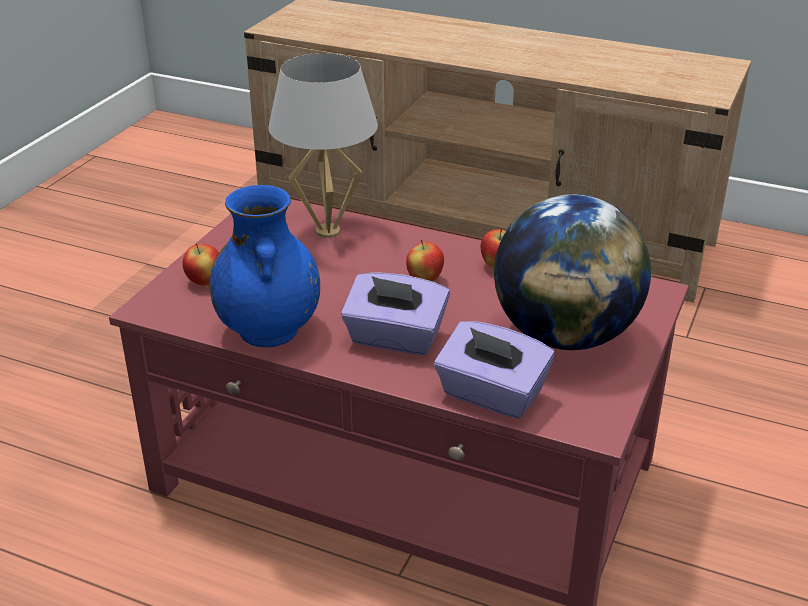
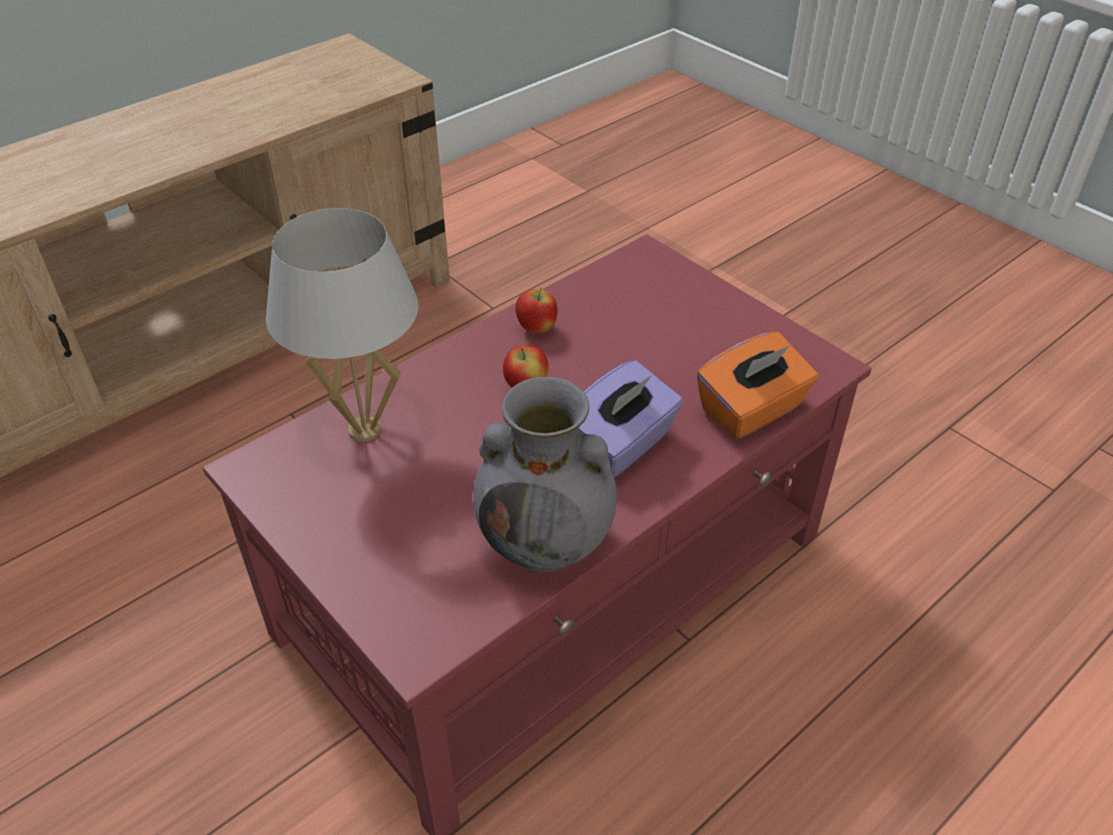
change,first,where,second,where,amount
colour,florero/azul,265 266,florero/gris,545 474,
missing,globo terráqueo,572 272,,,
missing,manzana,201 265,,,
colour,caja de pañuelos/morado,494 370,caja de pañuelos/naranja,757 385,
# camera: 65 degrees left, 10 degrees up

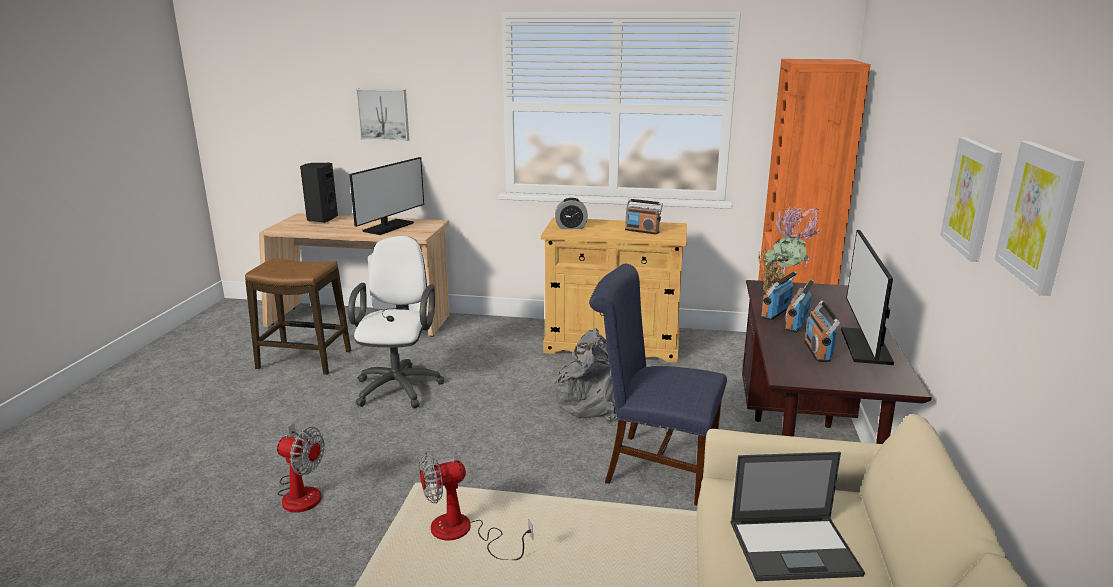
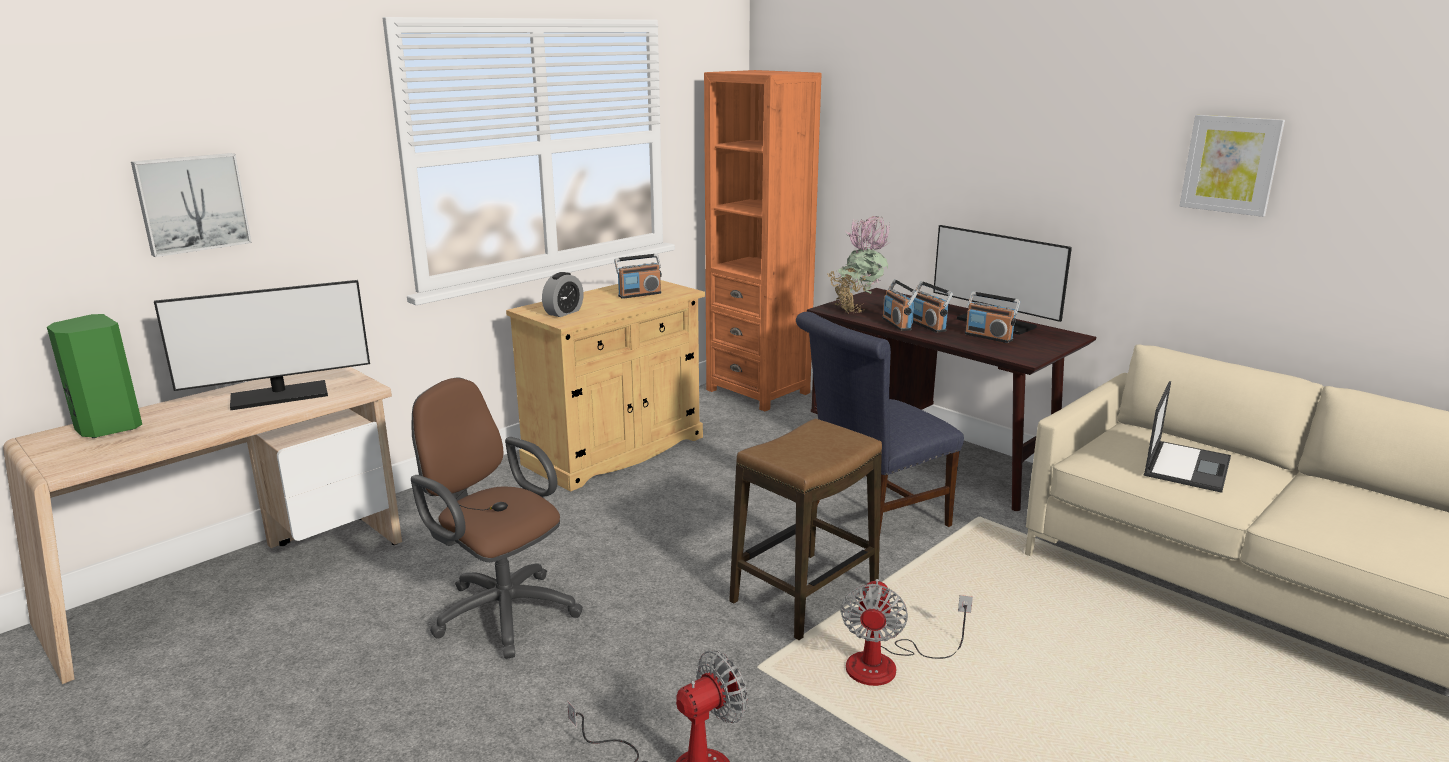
change,first,where,second,where,amount
missing,cuadro,971 199,,,
spun,monitor,386 196,,262 345,90 degrees clockwise
colour,altavoz/negro,319 193,altavoz/verde,94 376,
colour,silla de oficina/blanco,396 322,silla de oficina/marrón,497 518,
relocated,taburete,298 316,,805 529,
missing,mochila/gris,585 374,,,
# camera: 55 degrees left, 0 degrees up

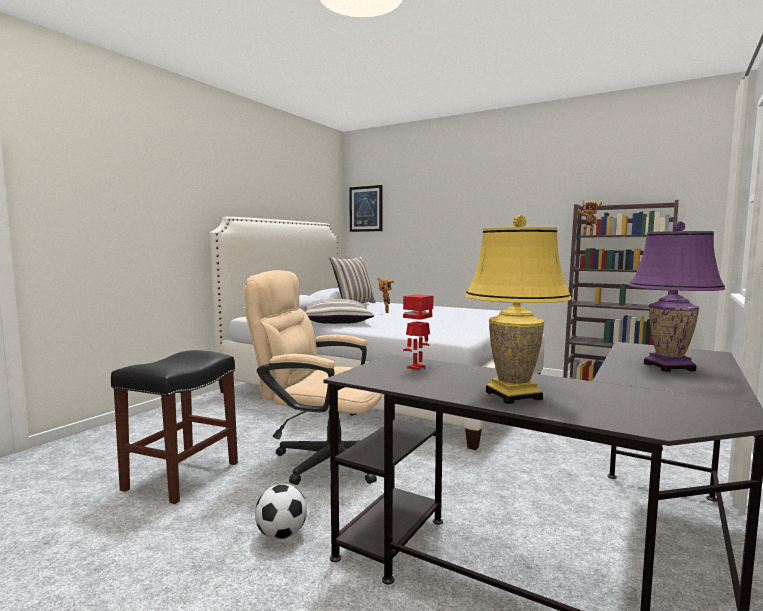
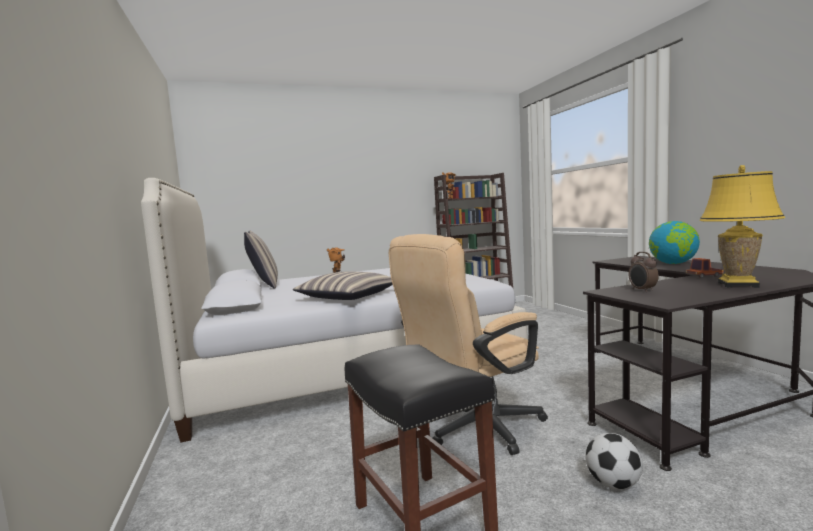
change,first,where,second,where,amount
missing,cuadro,365 208,,,
exchanged,lámpara de mesa/morado,677 296,globo terráqueo,674 242,
exchanged,robot de juguete,418 332,despertador,643 272,
appeared,,,camión de juguete,704 268,
# camera: 50 degrees left, 0 degrees up

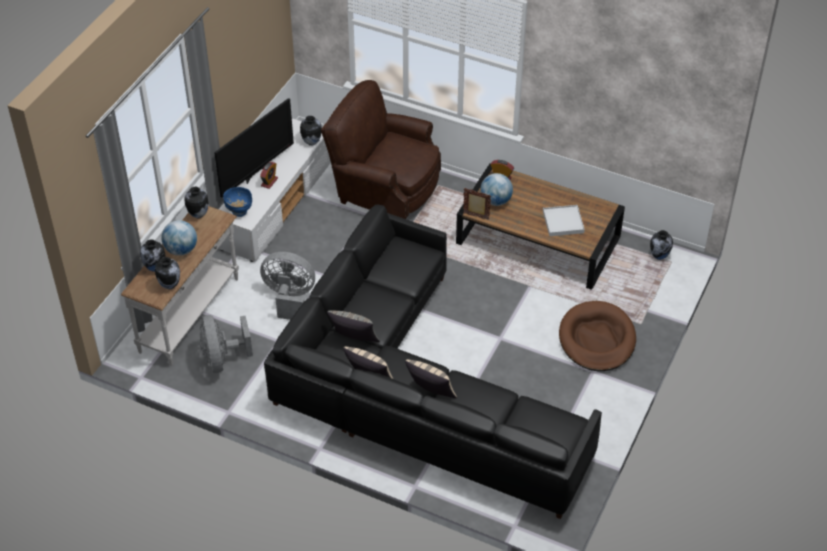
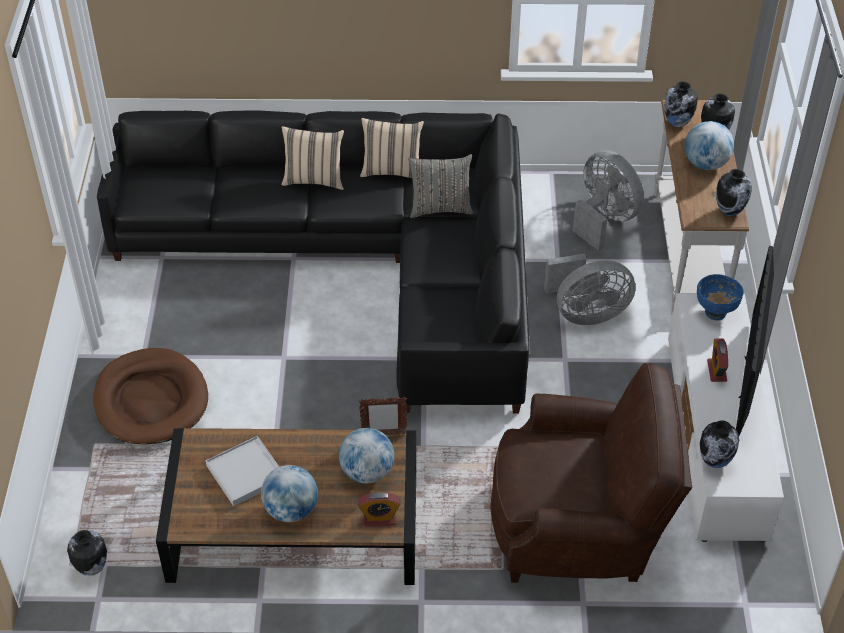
change,first,where,second,where,amount
appeared,,,globo terráqueo,289 493,
# camera: 155 degrees right, 0 degrees up

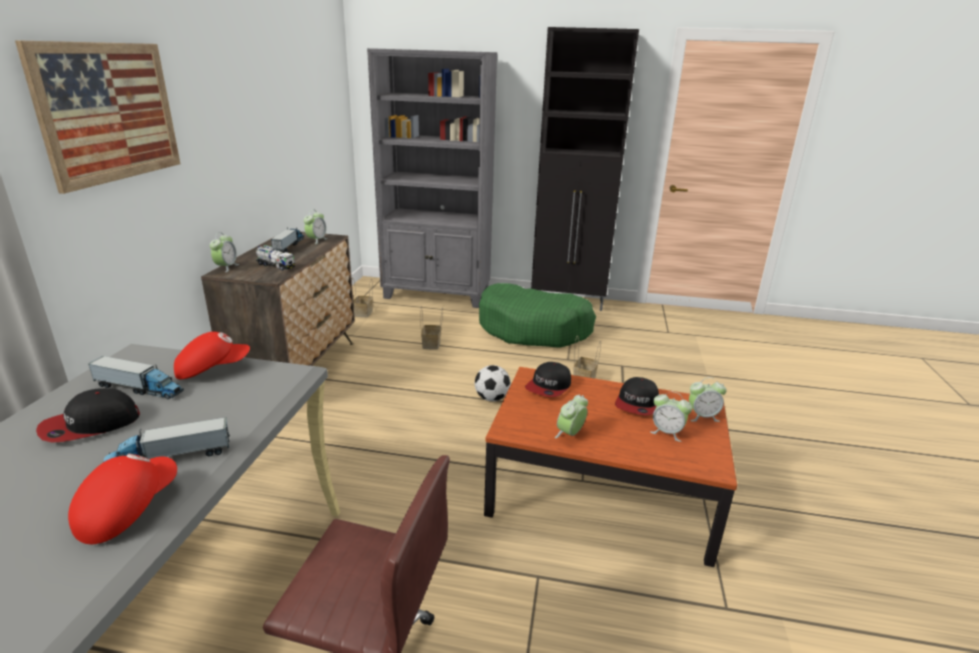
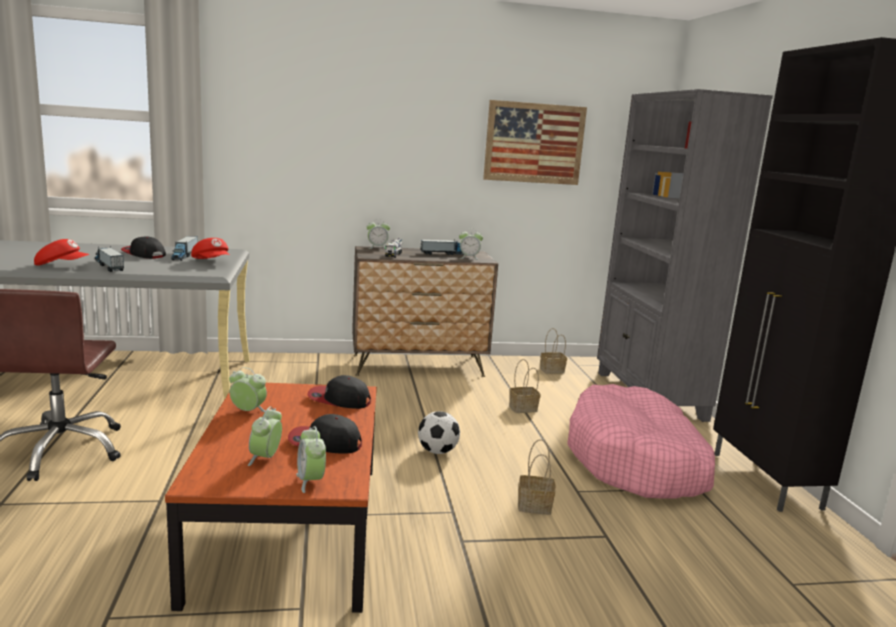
change,first,where,second,where,amount
relocated,cuadro,97 117,,535 142,
colour,cama para perro/verde,537 315,cama para perro/rosa,641 441,
# camera: 70 degrees right, 10 degrees down

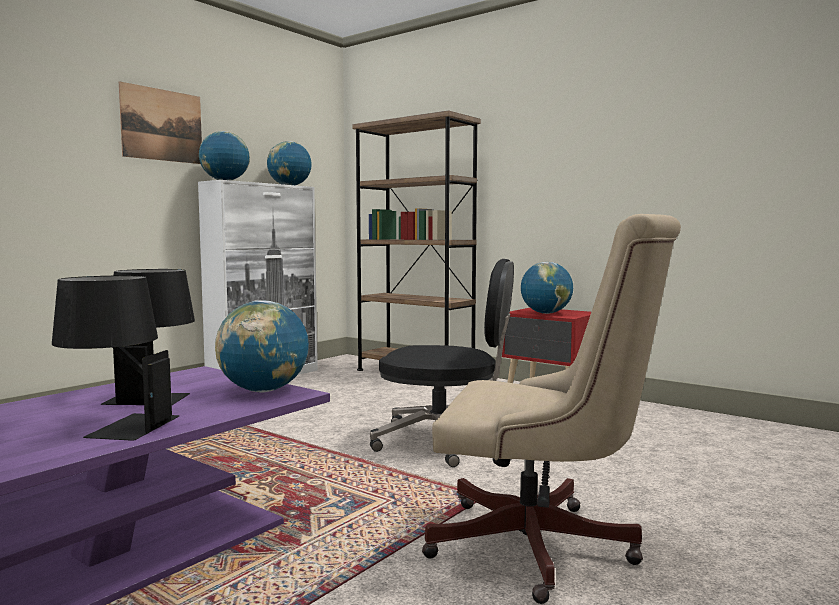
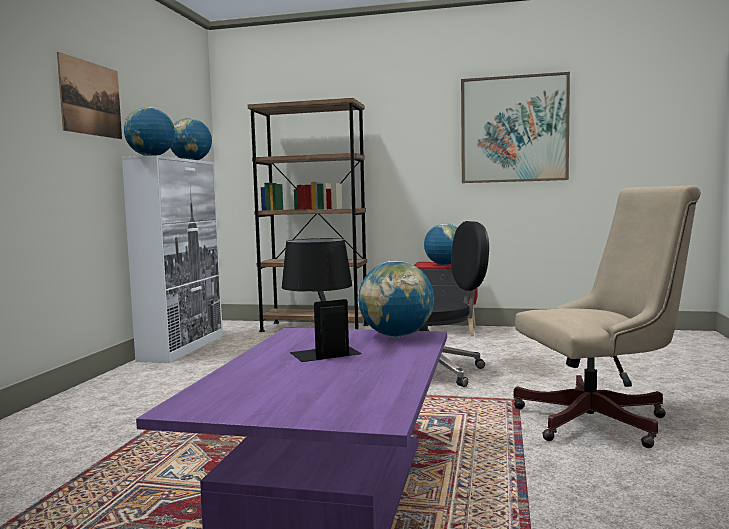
change,first,where,second,where,amount
missing,lámpara de mesa/negro,115 358,,,
appeared,,,cuadro,515 127,
# camera: 25 degrees left, 0 degrees up

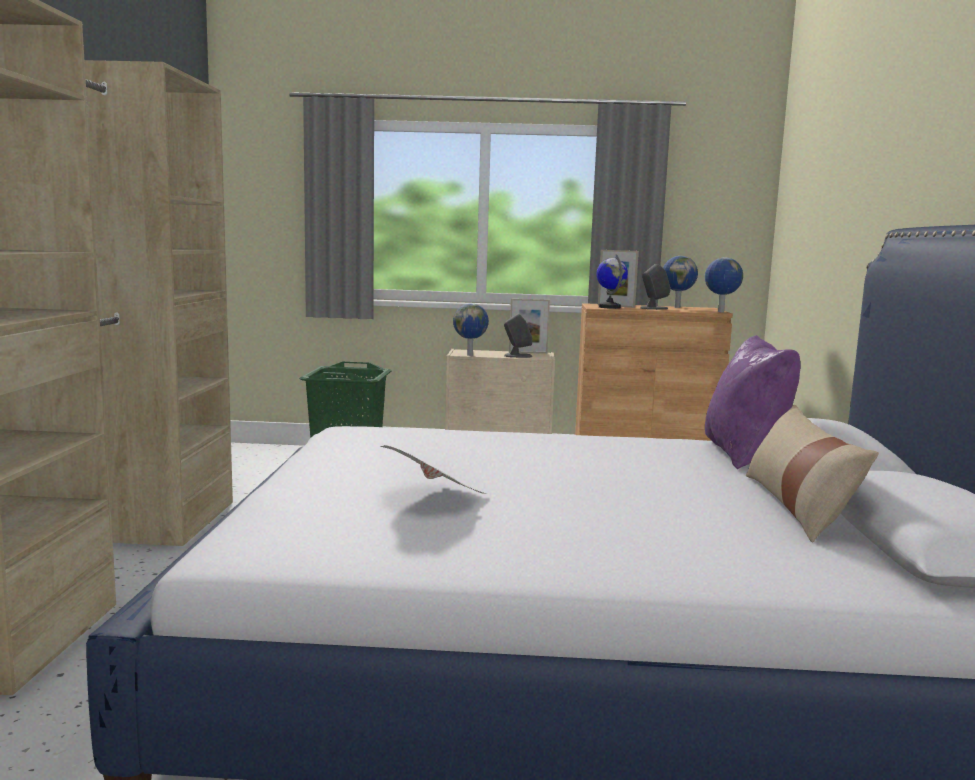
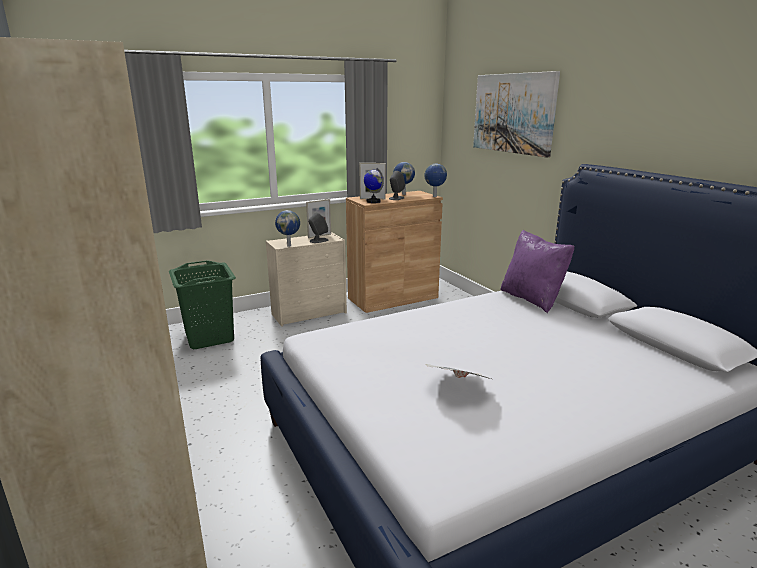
change,first,where,second,where,amount
missing,cojín/beis,812 474,,,
appeared,,,cuadro,516 114,
# camera: 30 degrees left, 10 degrees up

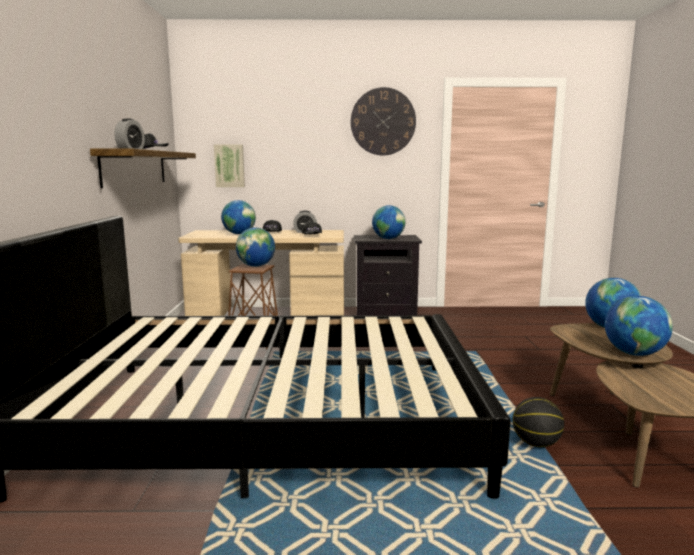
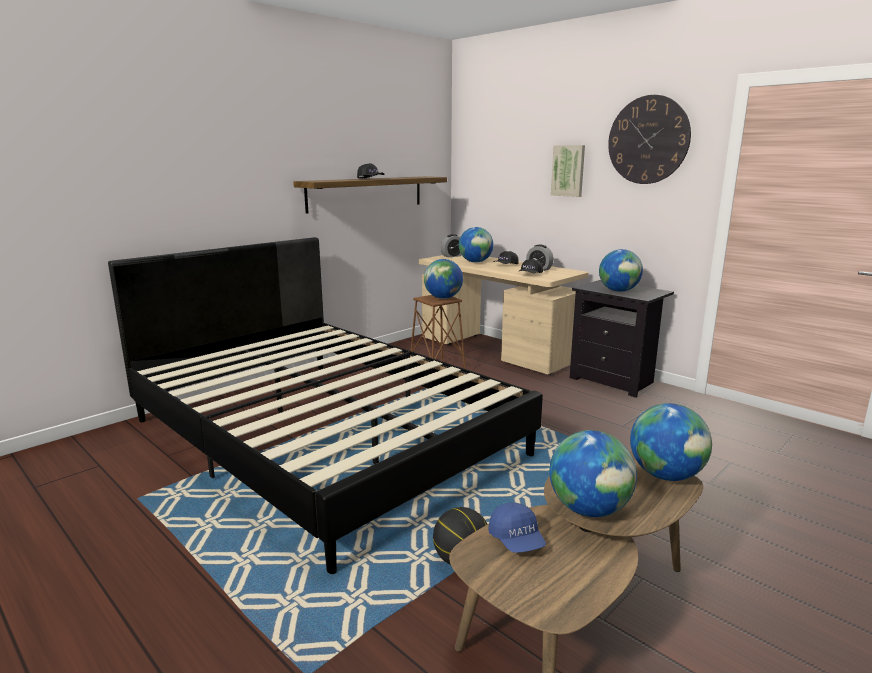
change,first,where,second,where,amount
relocated,despertador,129 133,,451 246,
relocated,cuadro,229 166,,568 171,
appeared,,,gorra/azul,517 527,
# camera: 45 degrees right, 5 degrees up

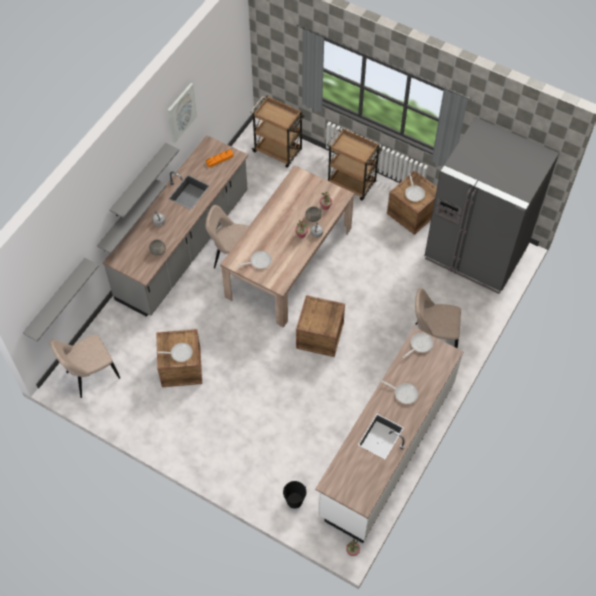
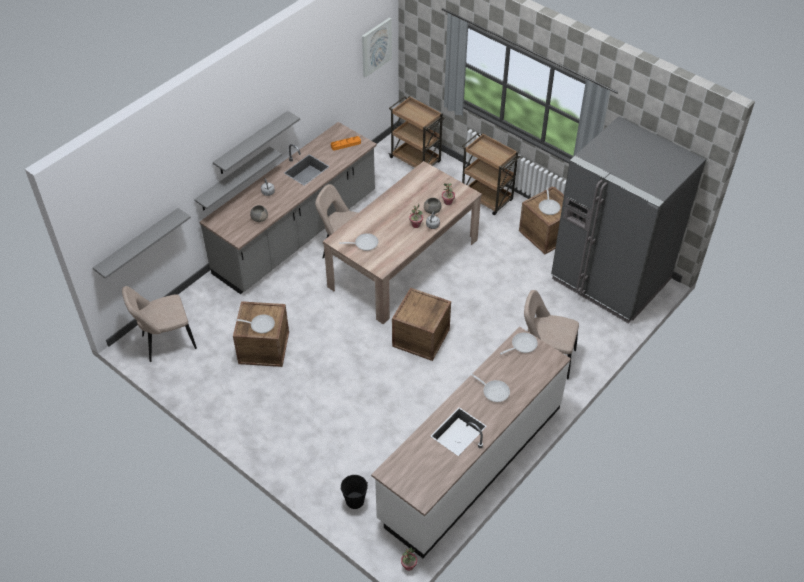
change,first,where,second,where,amount
relocated,cuadro,182 113,,377 48,
# camera: 10 degrees right, 10 degrees down

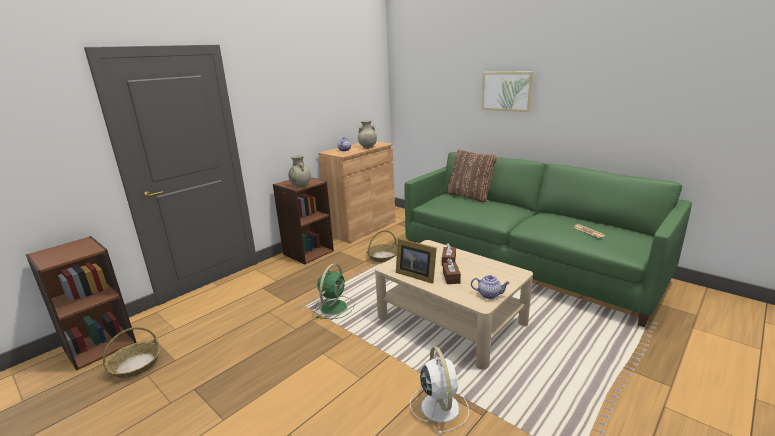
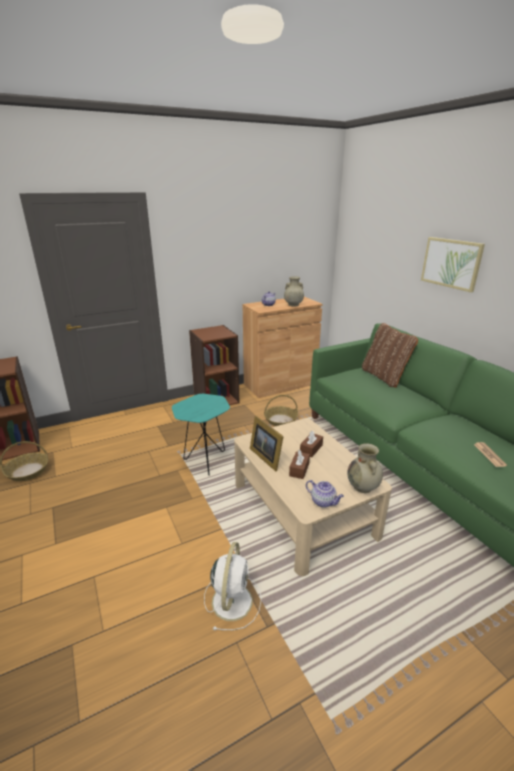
change,first,where,second,where,amount
relocated,florero/beis,300 171,,365 468,
exchanged,ventilador/verde,335 291,mesa auxiliar/turquesa,201 434,
# camera: 20 degrees right, 5 degrees up

